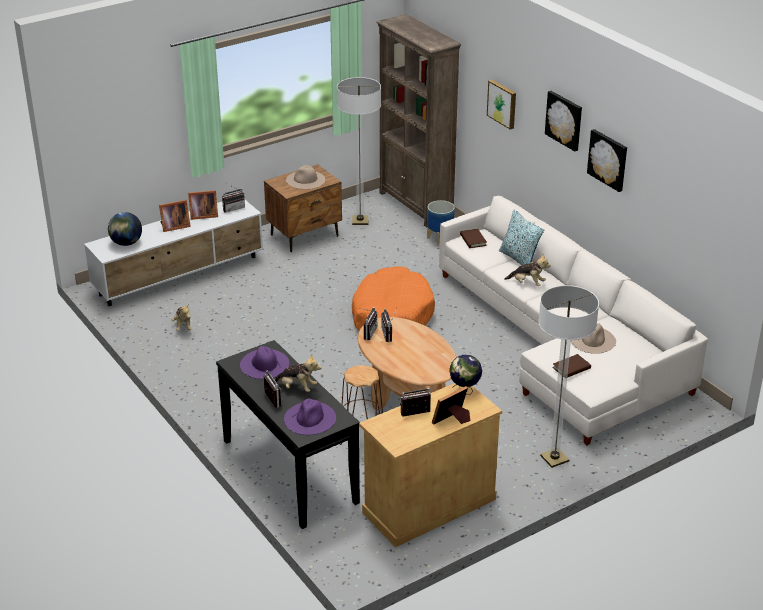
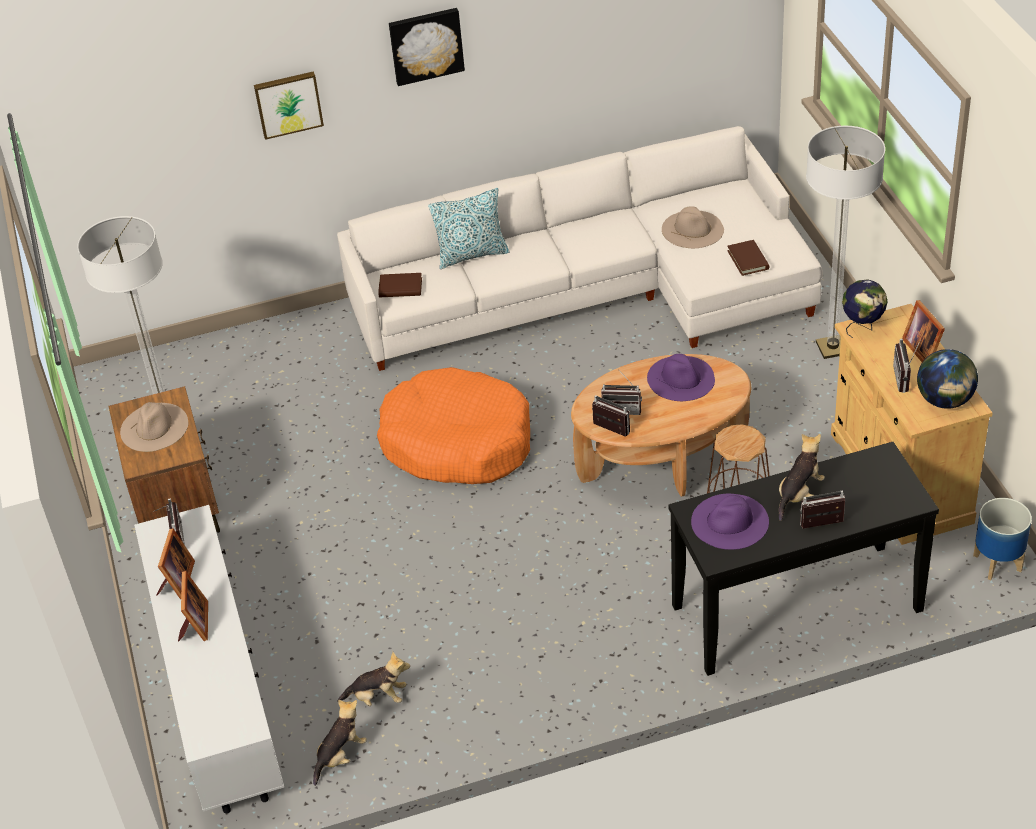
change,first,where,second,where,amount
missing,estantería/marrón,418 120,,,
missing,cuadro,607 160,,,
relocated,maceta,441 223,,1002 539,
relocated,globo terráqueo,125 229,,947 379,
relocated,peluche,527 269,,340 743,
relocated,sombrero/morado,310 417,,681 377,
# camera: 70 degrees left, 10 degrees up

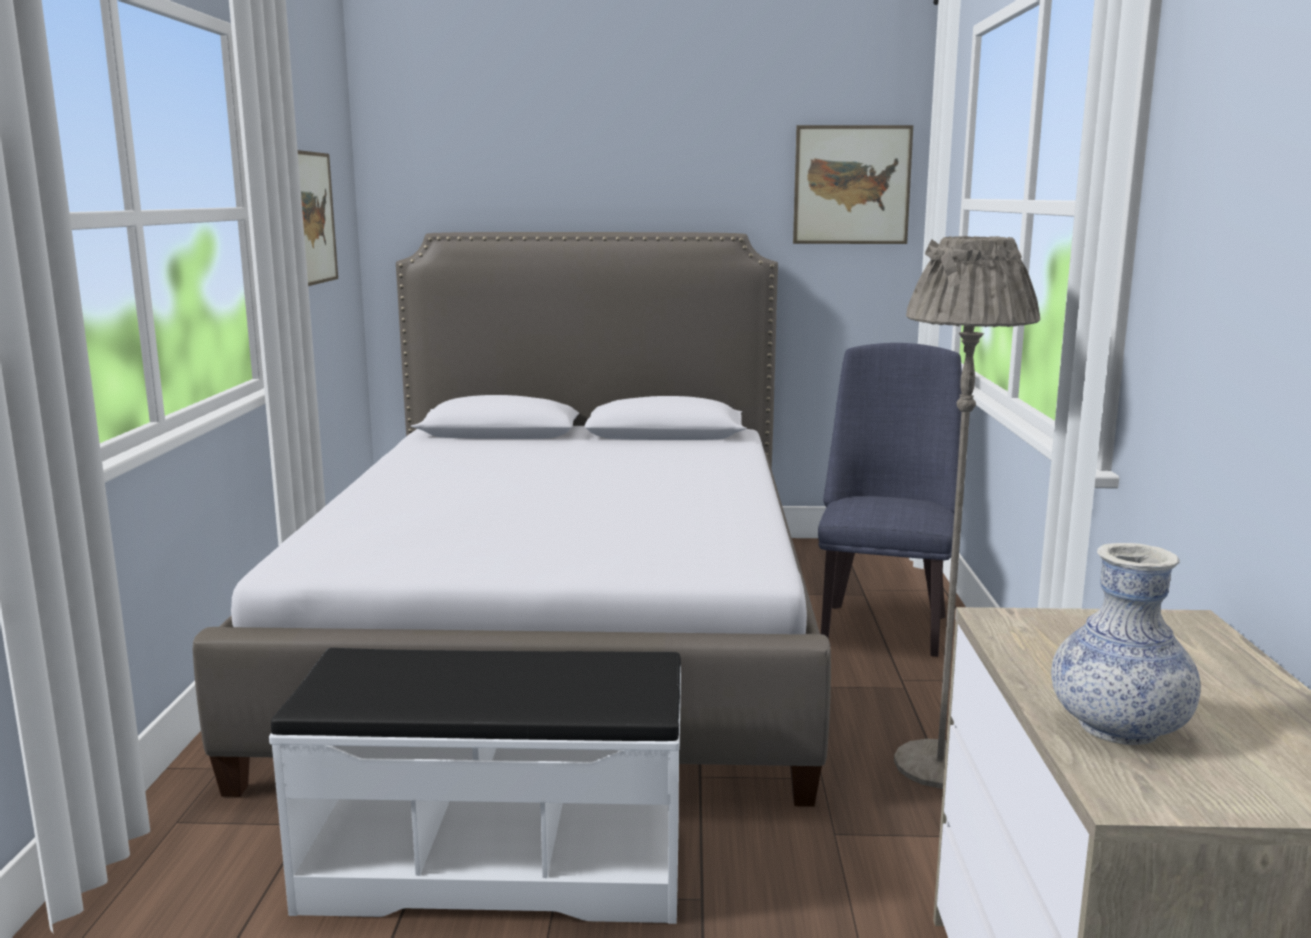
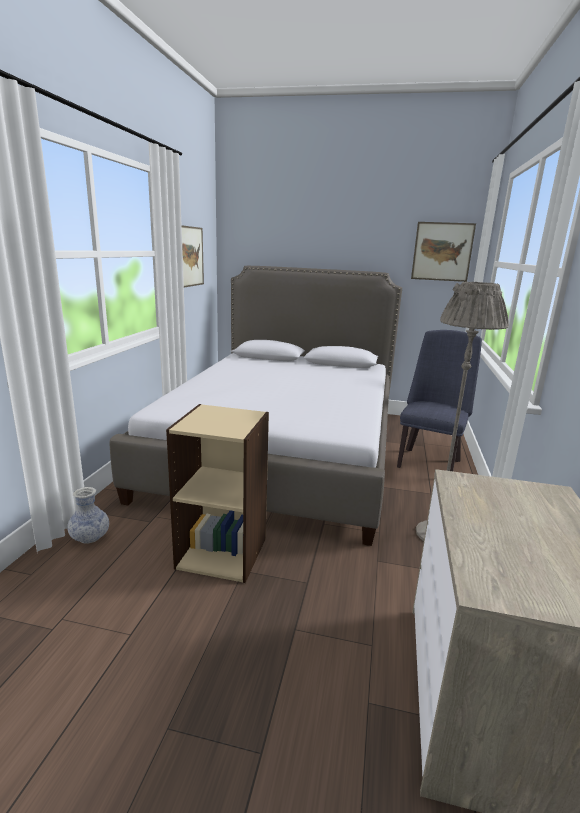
change,first,where,second,where,amount
relocated,florero,1126 644,,88 515,
exchanged,banco/blanco,475 786,estantería/beis,217 493,
# camera: 10 degrees right, 5 degrees up

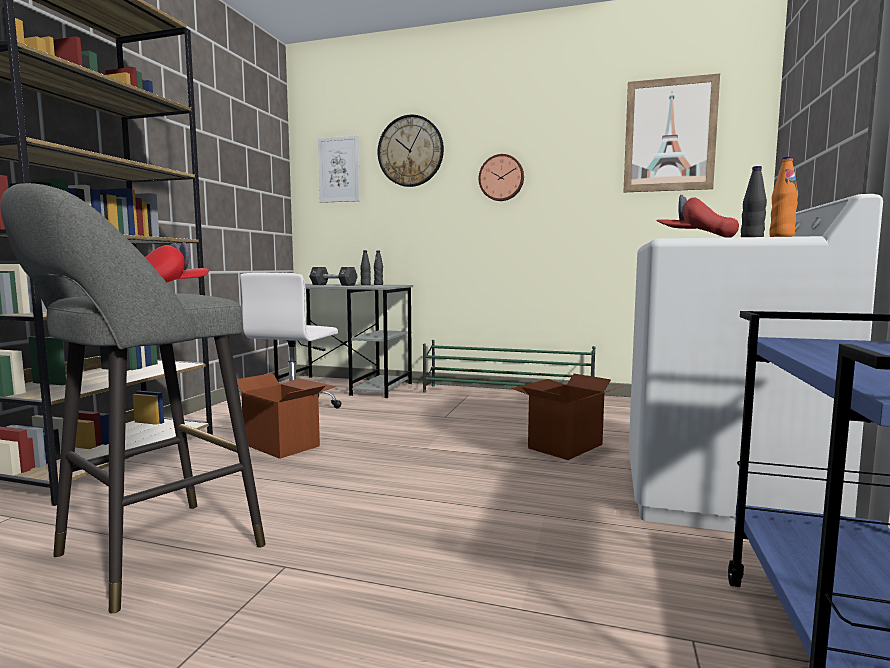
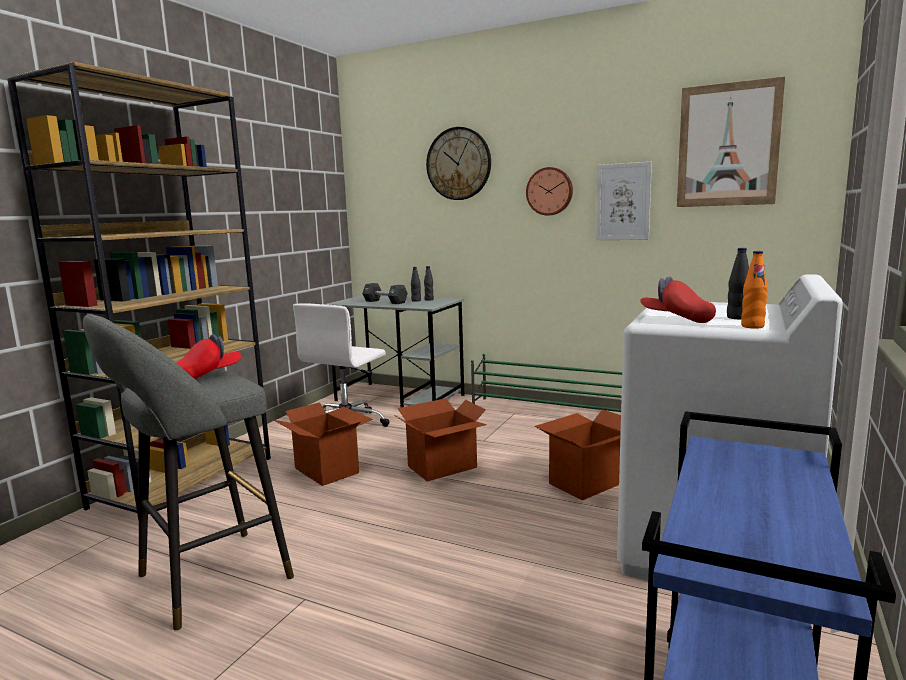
change,first,where,second,where,amount
relocated,cuadro,339 169,,624 201,
appeared,,,caja de cartón,440 439,
# camera: 10 degrees right, 5 degrees up

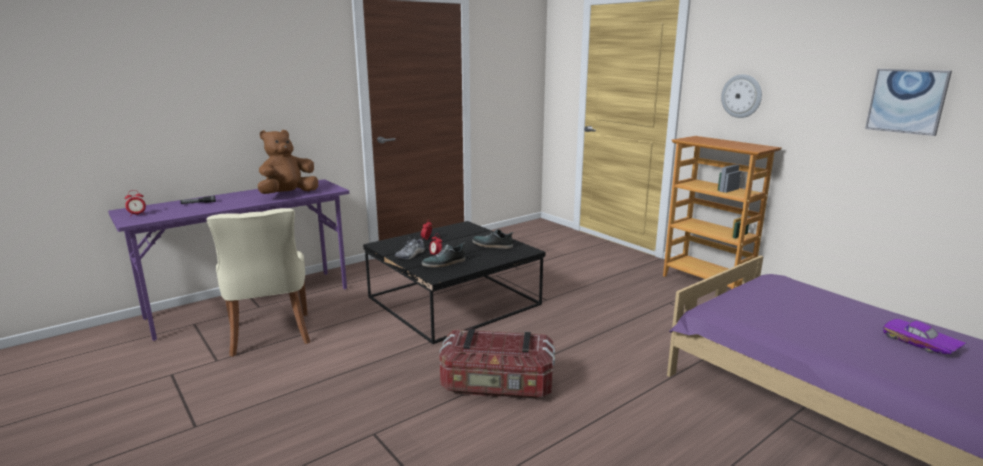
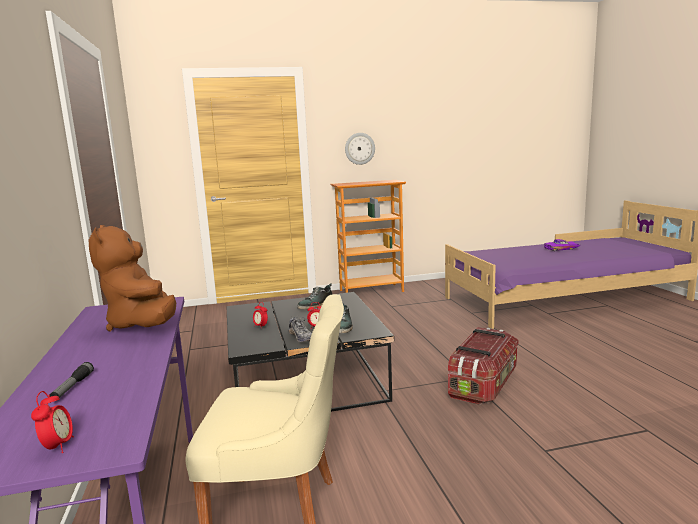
change,first,where,second,where,amount
missing,cuadro,908 102,,,
# camera: 65 degrees left, 5 degrees down

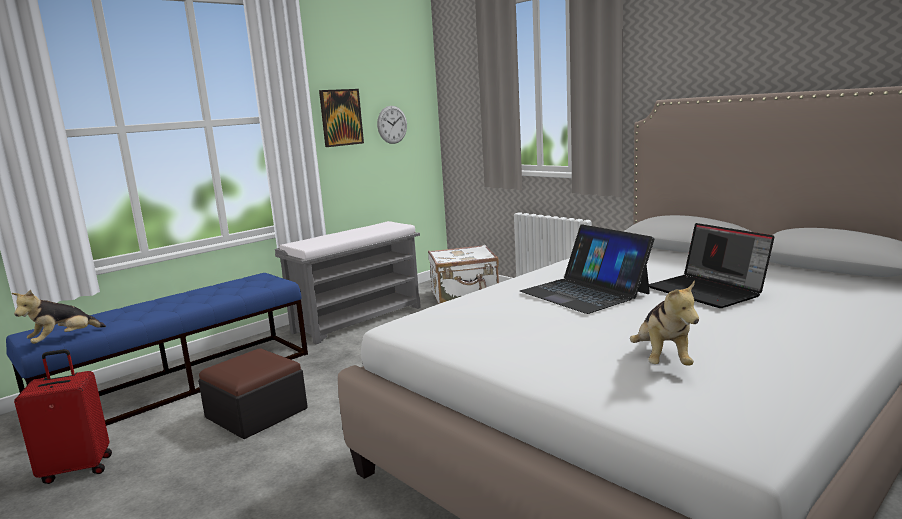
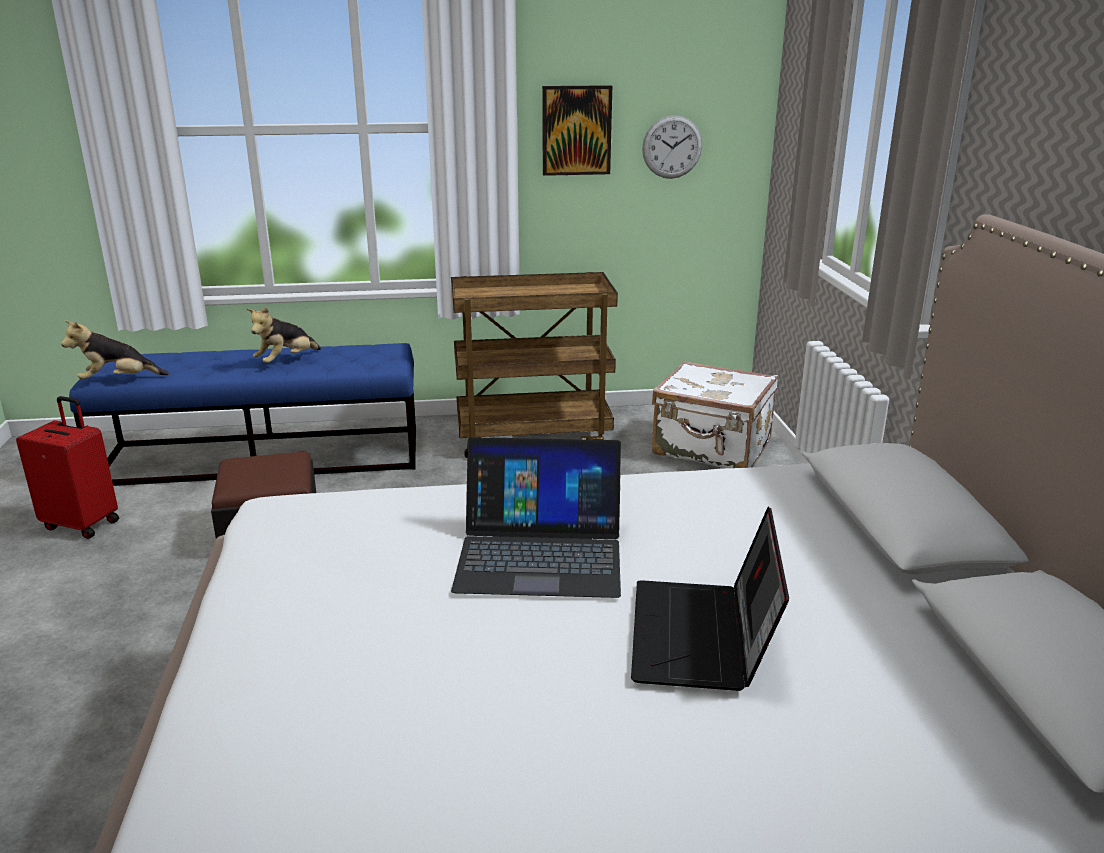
change,first,where,second,where,amount
exchanged,banco/gris,348 283,carrito/marrón,534 365,
spun,portátil,587 269,,536 517,90 degrees counterclockwise
relocated,peluche,664 323,,284 335,
# camera: 35 degrees right, 10 degrees up

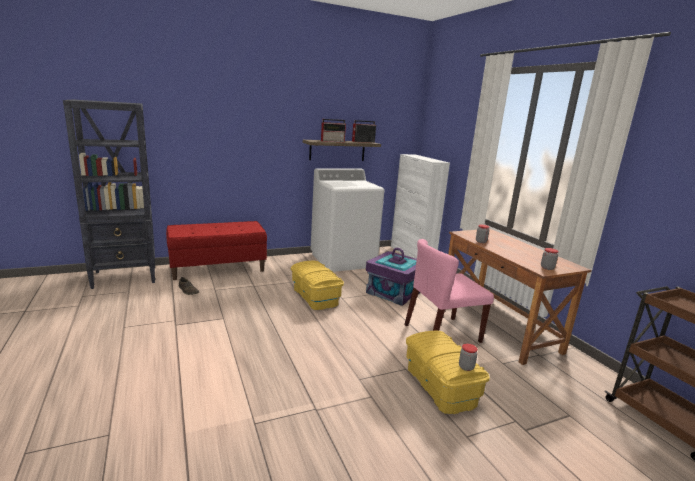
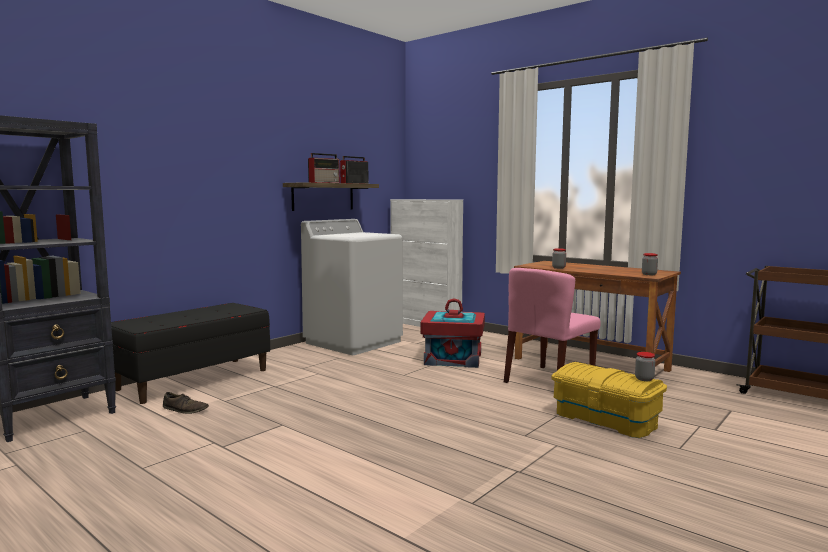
change,first,where,second,where,amount
colour,banco/rojo,216 250,banco/negro,190 353,
colour,caja de almacenaje/morado,393 277,caja de almacenaje/rojo,453 333,
missing,caja de almacenaje/amarillo,317 285,,,
# camera: 25 degrees left, 10 degrees down

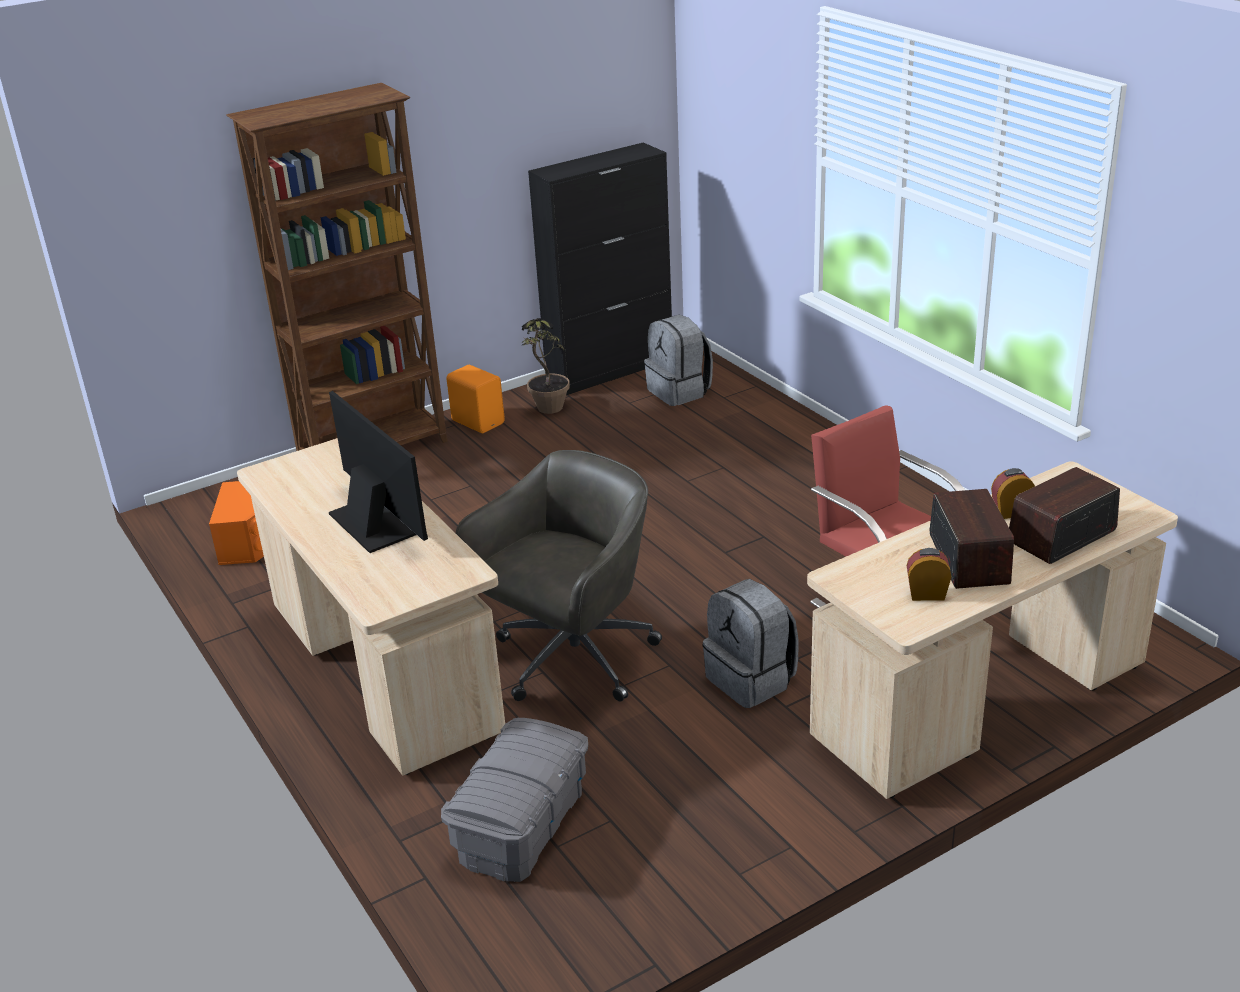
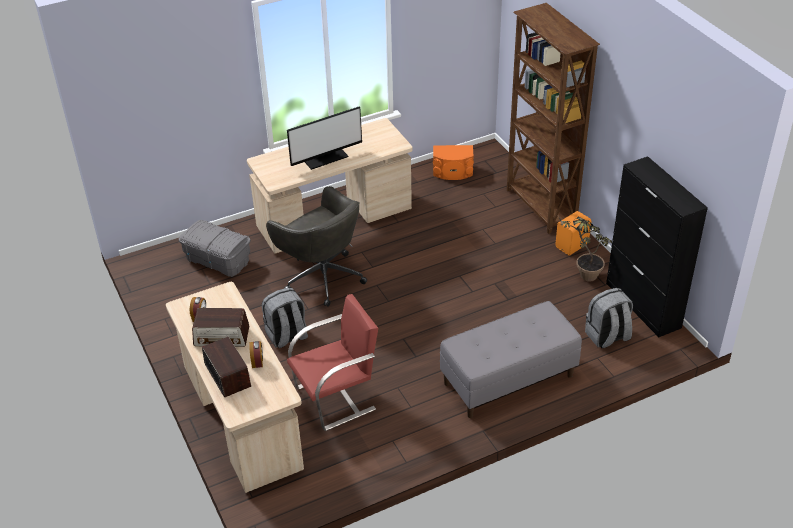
change,first,where,second,where,amount
appeared,,,banco/gris,511 359,
# camera: 95 degrees right, 10 degrees up

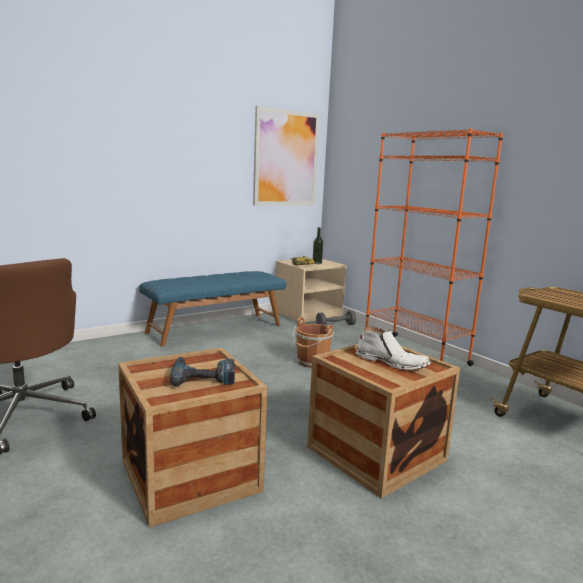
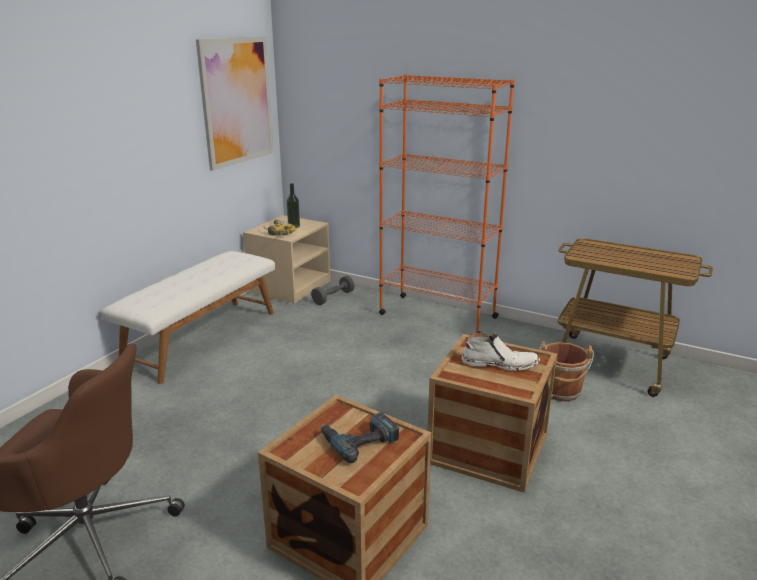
change,first,where,second,where,amount
colour,banco/azul,212 309,banco/blanco,188 317,
relocated,cubo/marrón,313 342,,566 371,
# camera: 25 degrees left, 10 degrees up

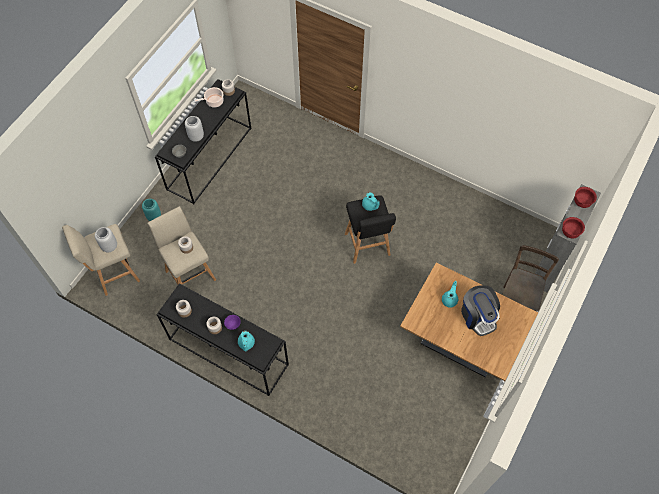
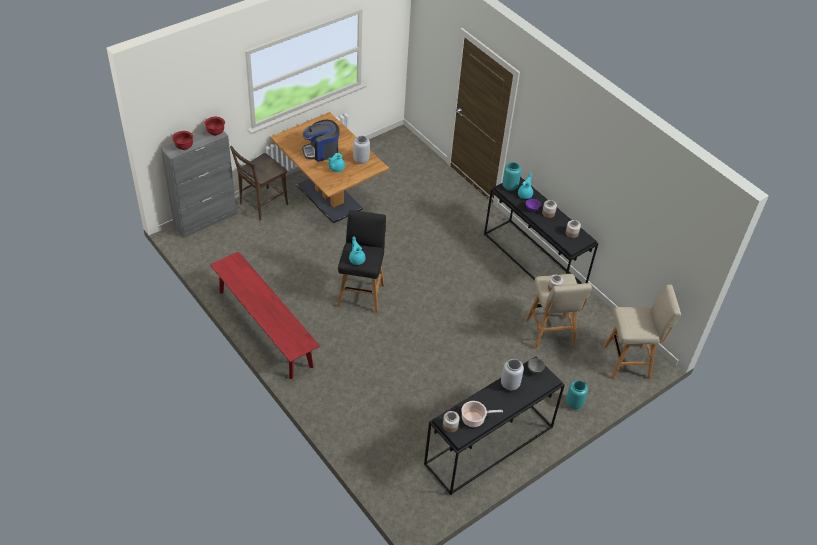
change,first,where,second,where,amount
relocated,florero/gris,106 239,,361 150,
spun,cafetera,480 310,,320 141,105 degrees counterclockwise
appeared,,,florero/turquesa,511 176,
appeared,,,banco/rojo,265 315,
# camera: 160 degrees left, 15 degrees down

